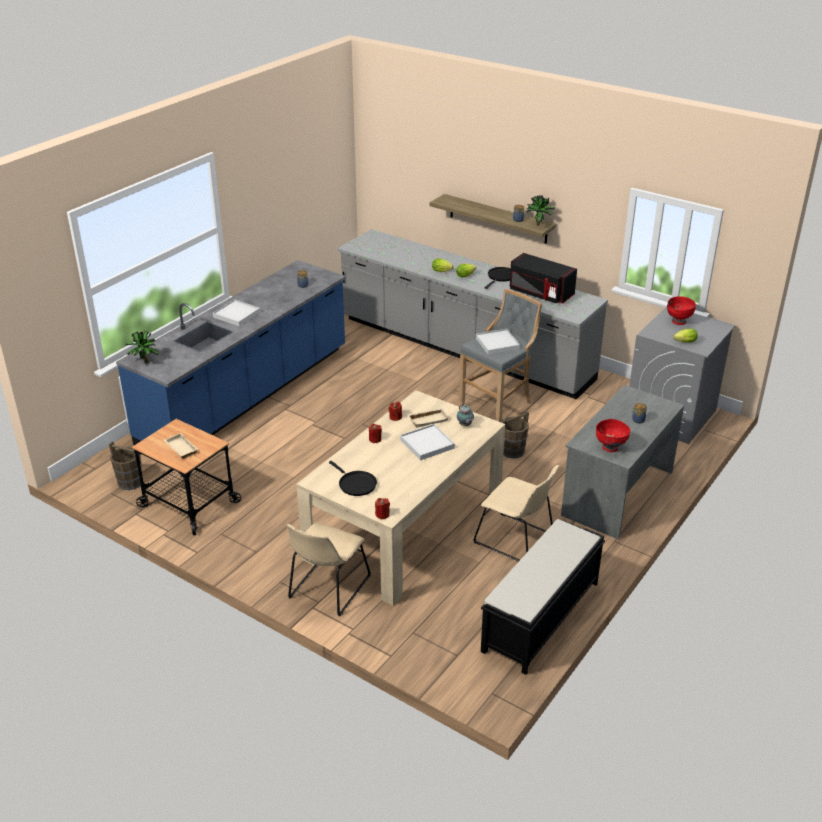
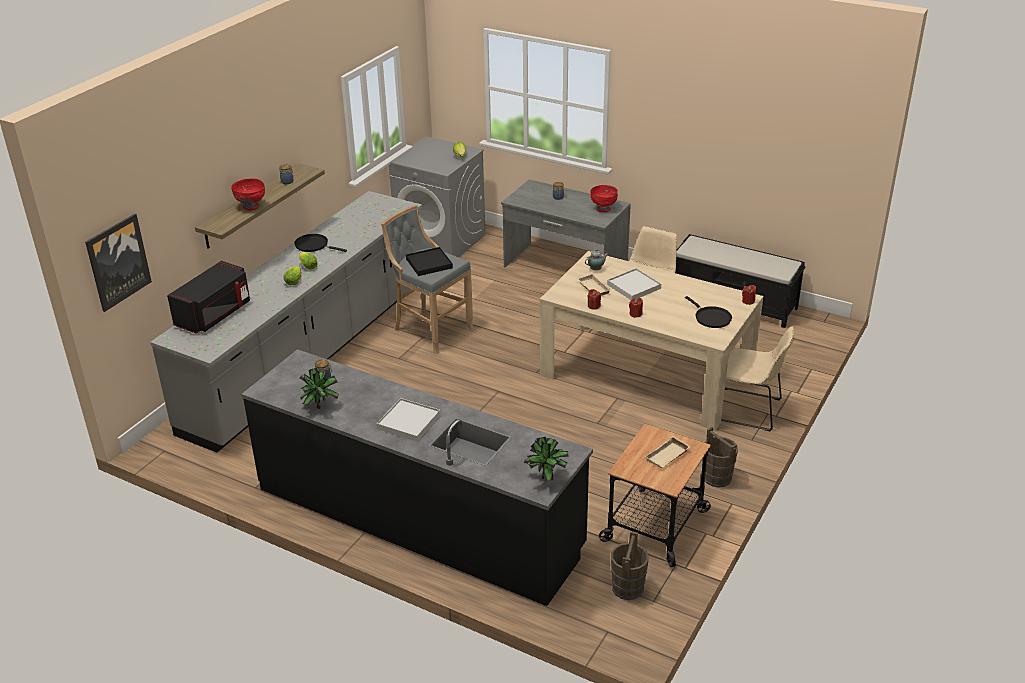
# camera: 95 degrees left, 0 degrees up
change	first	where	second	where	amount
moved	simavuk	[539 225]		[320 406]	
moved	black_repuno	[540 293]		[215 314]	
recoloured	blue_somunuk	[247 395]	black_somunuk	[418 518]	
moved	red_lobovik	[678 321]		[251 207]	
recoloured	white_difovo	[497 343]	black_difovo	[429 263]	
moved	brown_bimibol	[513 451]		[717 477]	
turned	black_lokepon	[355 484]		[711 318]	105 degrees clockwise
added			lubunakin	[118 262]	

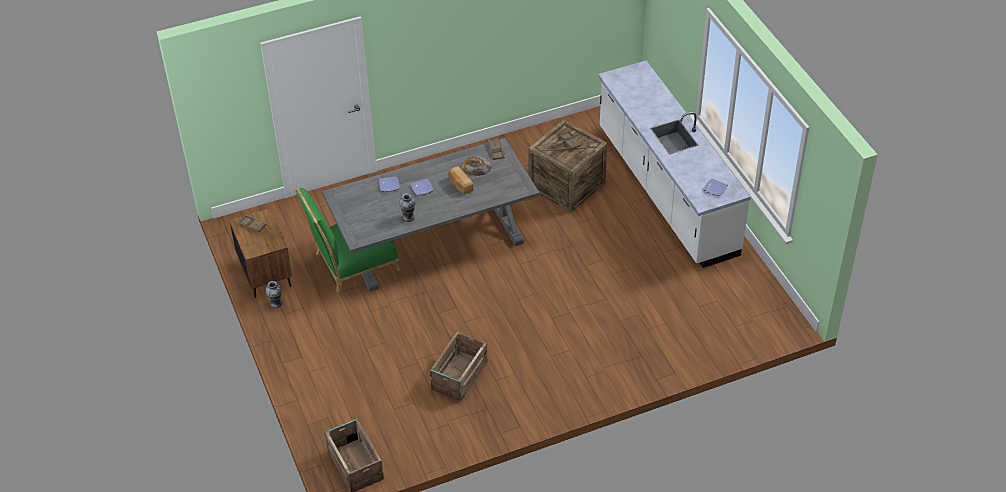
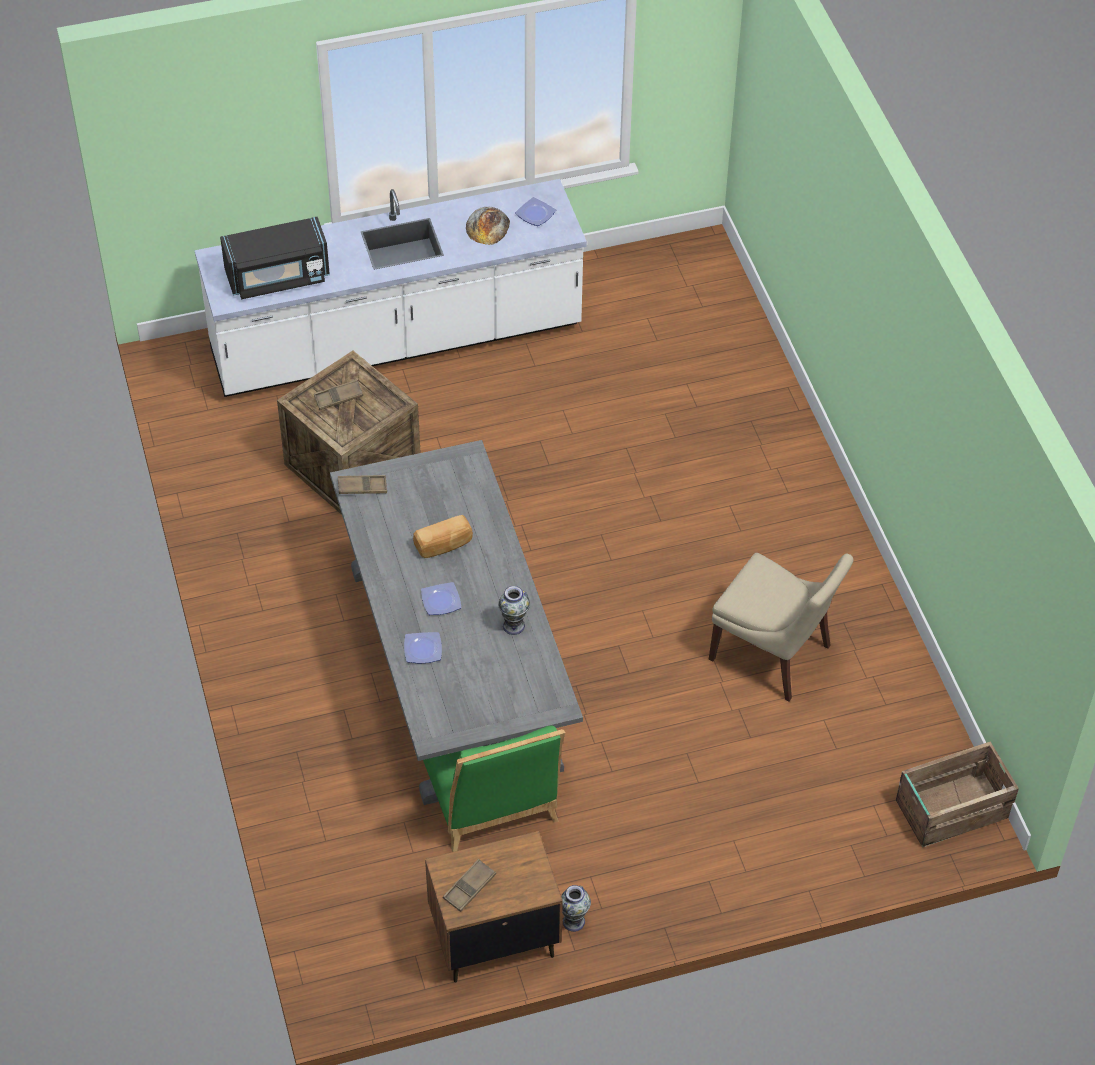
# camera: 85 degrees left, 5 degrees up
change	first	where	second	where	amount
moved	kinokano	[476 166]		[488 226]	
replaced	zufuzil	[458 376]	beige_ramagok	[773 655]	
added			black_repuno	[278 277]	

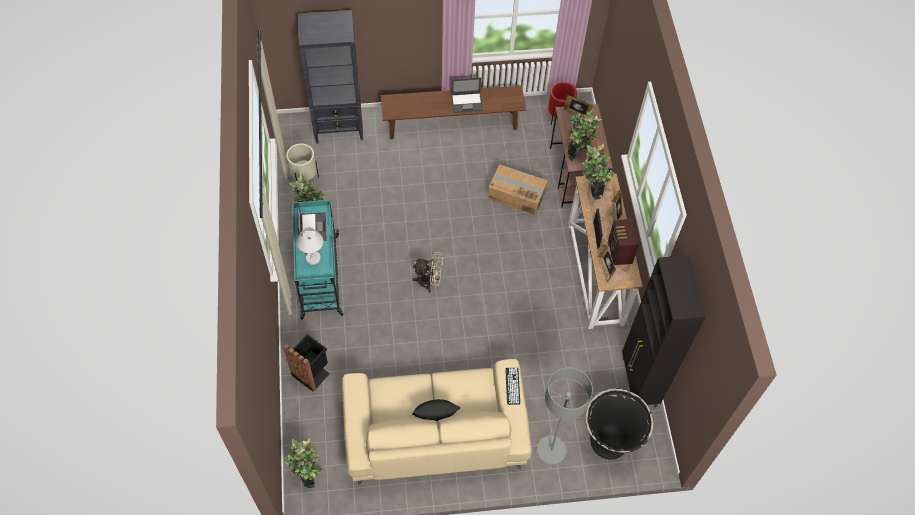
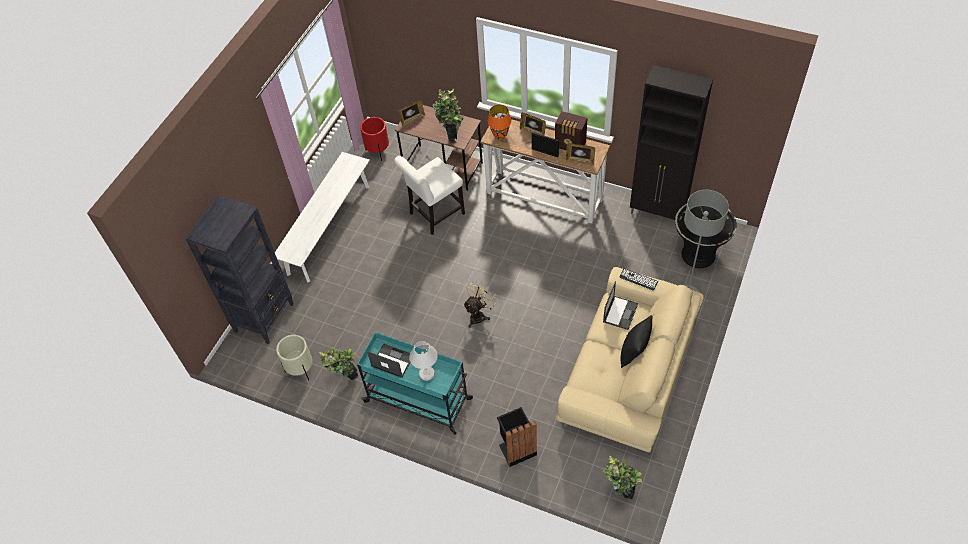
# camera: 55 degrees left, 5 degrees down
change	first	where	second	where	amount
moved	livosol	[467 102]		[620 312]	
recoloured	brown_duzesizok	[452 124]	white_duzesizok	[329 229]	
replaced	simavuk	[592 189]	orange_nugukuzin	[500 136]	
replaced	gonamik	[516 195]	white_ramagok	[434 215]	

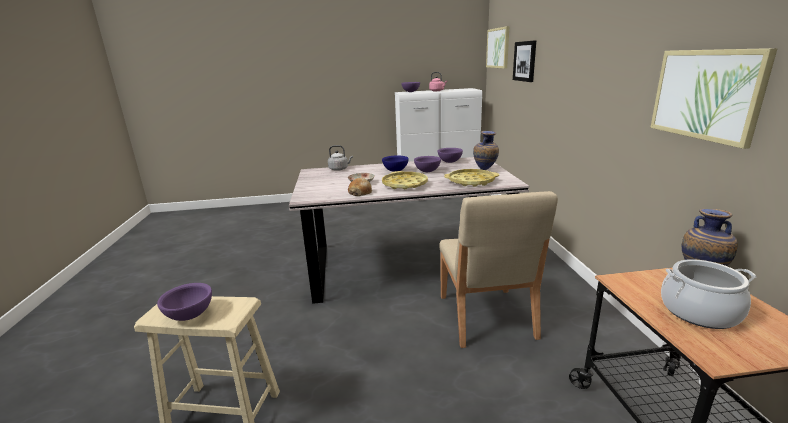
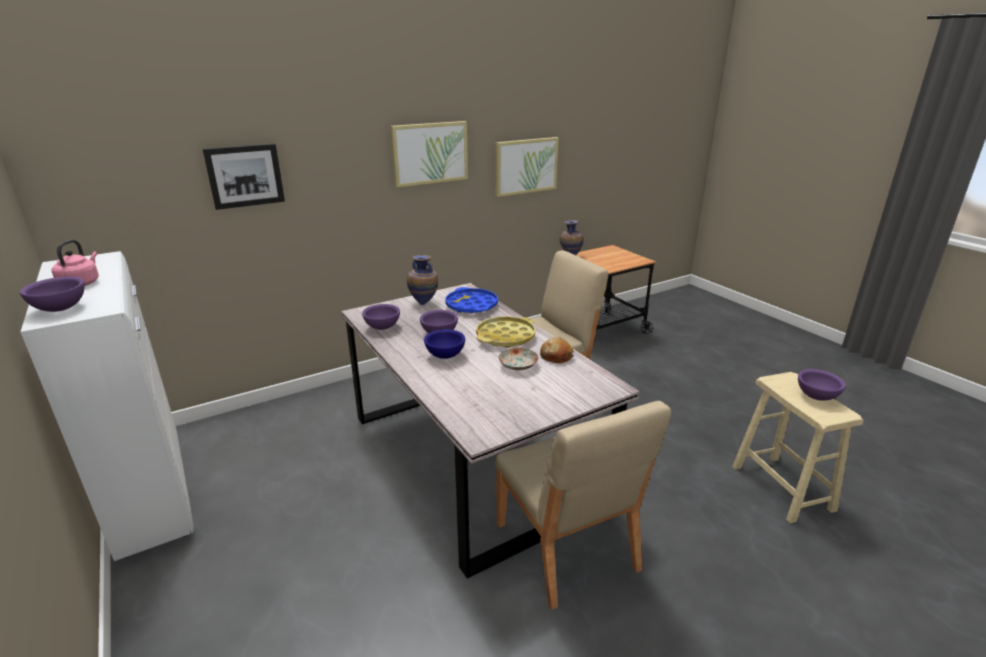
# camera: 115 degrees left, 5 degrees up
change	first	where	second	where	amount
moved	lubunakin	[498 48]		[430 153]	
removed	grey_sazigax	[339 169]			
recoloured	yellow_difovo	[471 181]	blue_difovo	[471 305]	
removed	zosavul	[699 312]			
added			beige_ramagok	[566 548]	

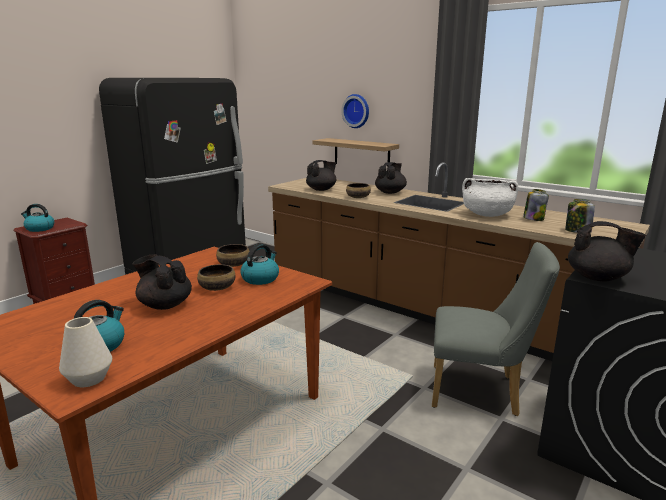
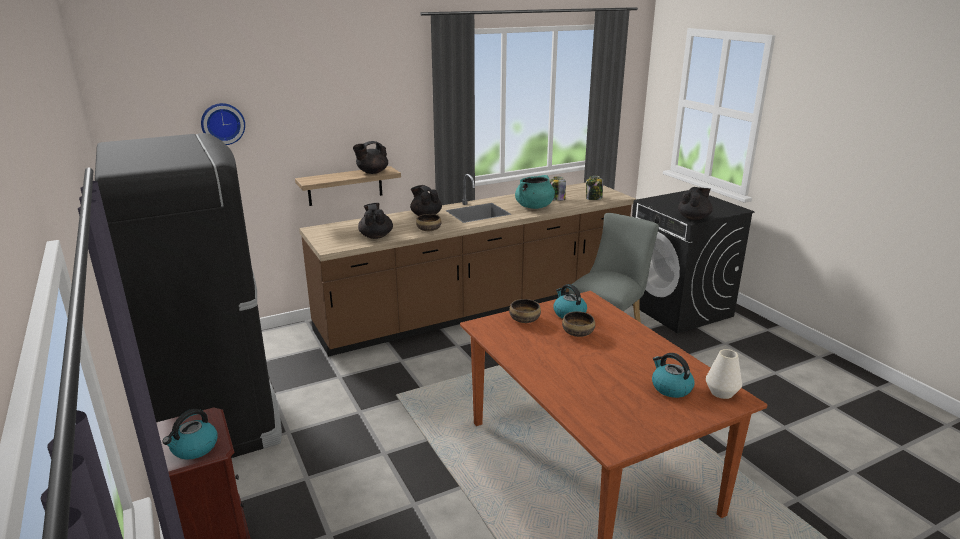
# camera: 65 degrees left, 5 degrees up
change	first	where	second	where	amount
moved	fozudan	[356 111]		[222 123]	
recoloured	white_zosavul	[487 215]	turquoise_zosavul	[534 207]	
moved	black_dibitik	[165 305]		[372 172]	

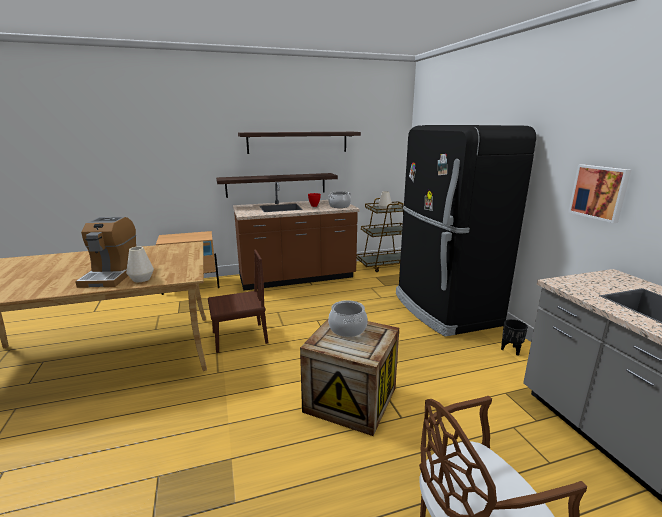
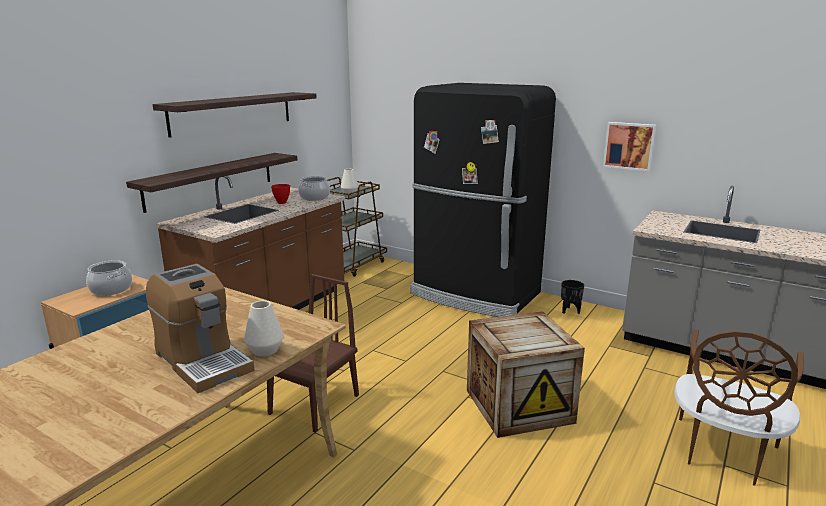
# camera: 40 degrees left, 0 degrees up
change	first	where	second	where	amount
moved	zosavul	[347 329]		[111 289]	

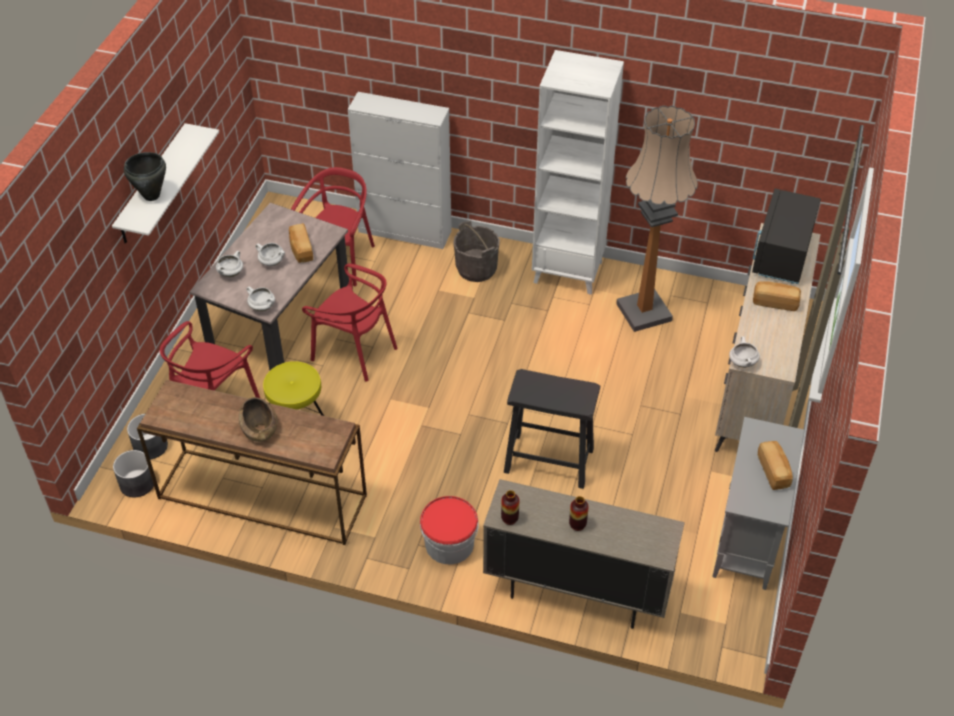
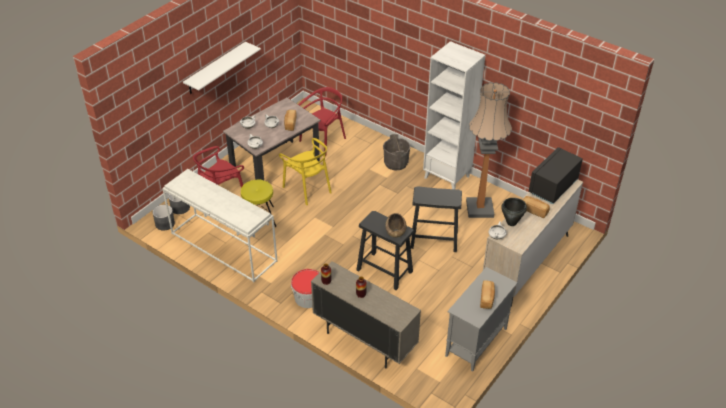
# camera: 20 degrees right, 5 degrees down
change	first	where	second	where	amount
removed	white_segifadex	[405 231]			
moved	black_zosavul	[152 196]		[511 223]	
recoloured	red_ramagok	[354 351]	yellow_ramagok	[308 189]	
recoloured	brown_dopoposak	[260 497]	white_dopoposak	[222 247]	
moved	brown_lobovik	[260 428]		[395 231]	
added			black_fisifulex	[434 240]	

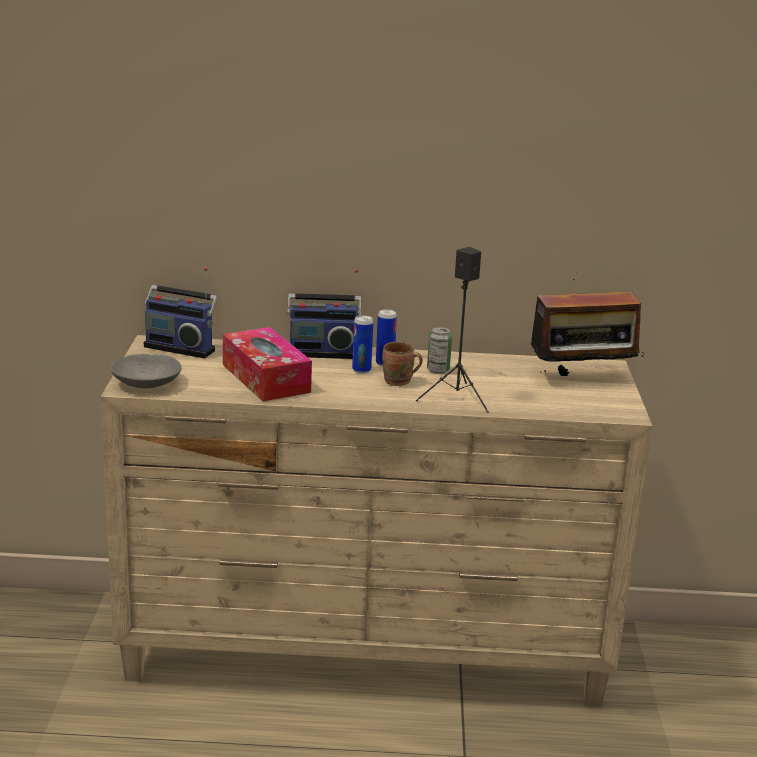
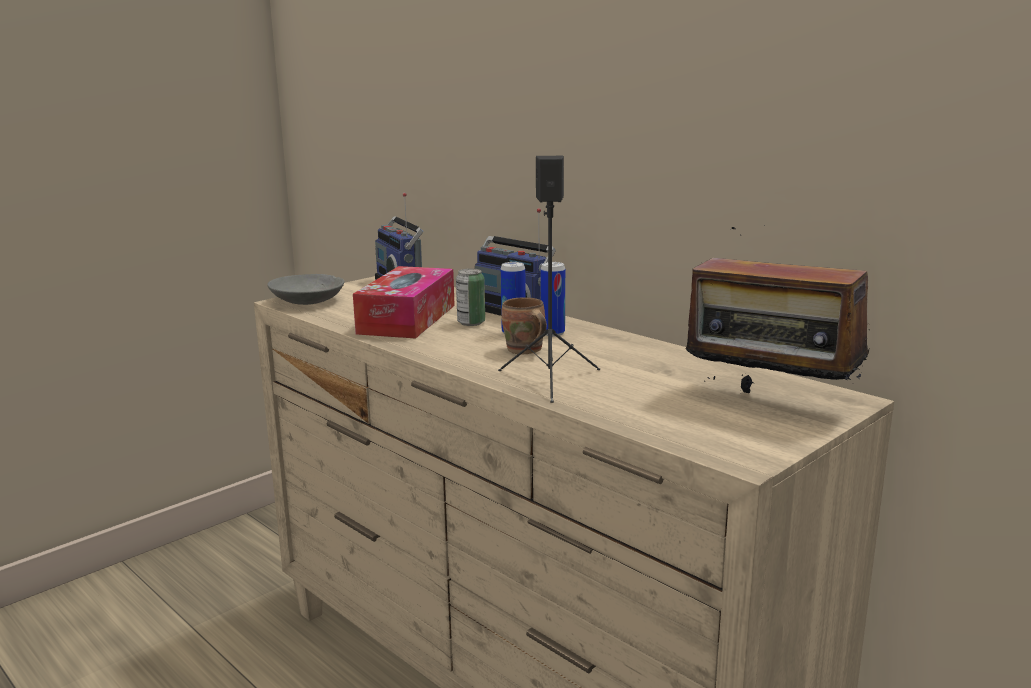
# camera: 45 degrees right, 5 degrees down
change	first	where	second	where	amount
moved	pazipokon	[438 370]		[471 323]	

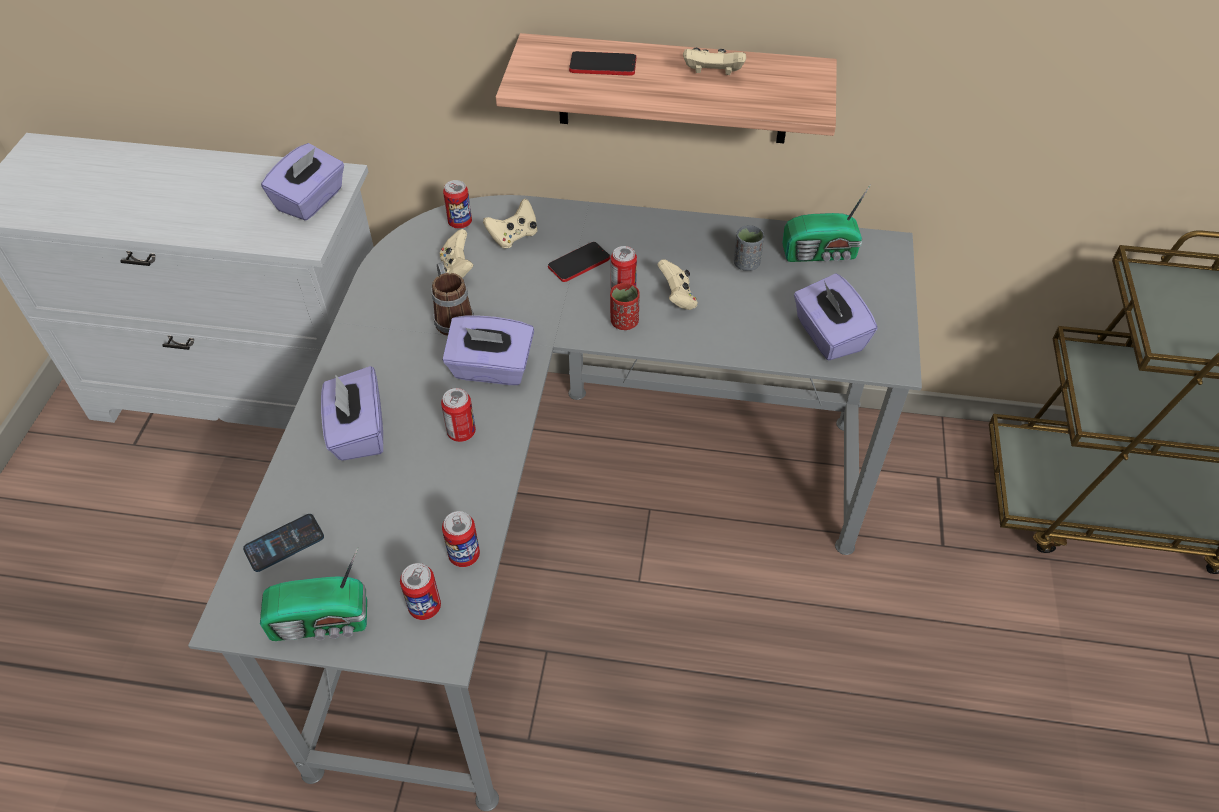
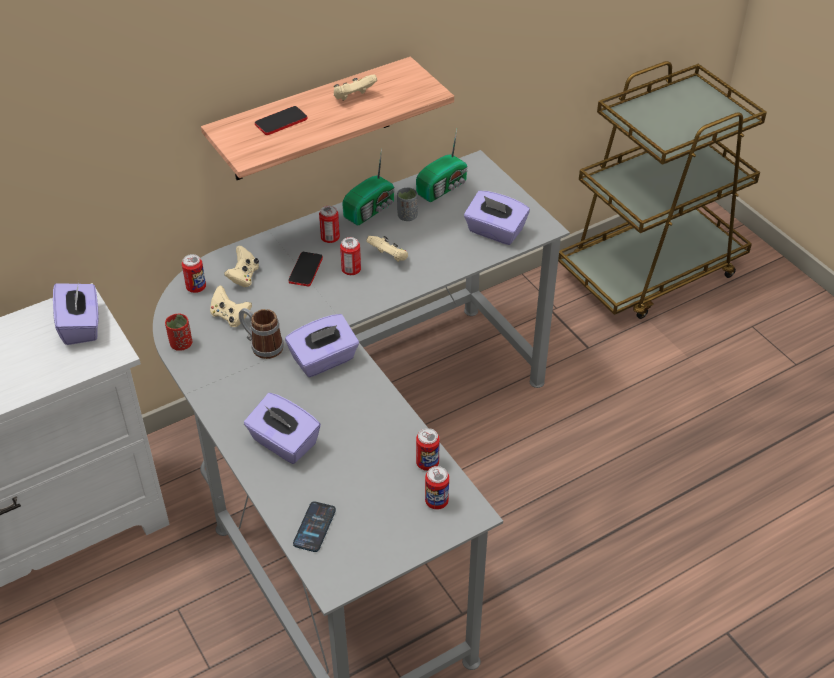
# camera: 40 degrees left, 5 degrees down
change	first	where	second	where	amount
moved	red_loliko	[624 322]		[181 344]	
moved	pazipokon	[461 432]		[330 238]	
moved	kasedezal	[323 622]		[371 210]	

